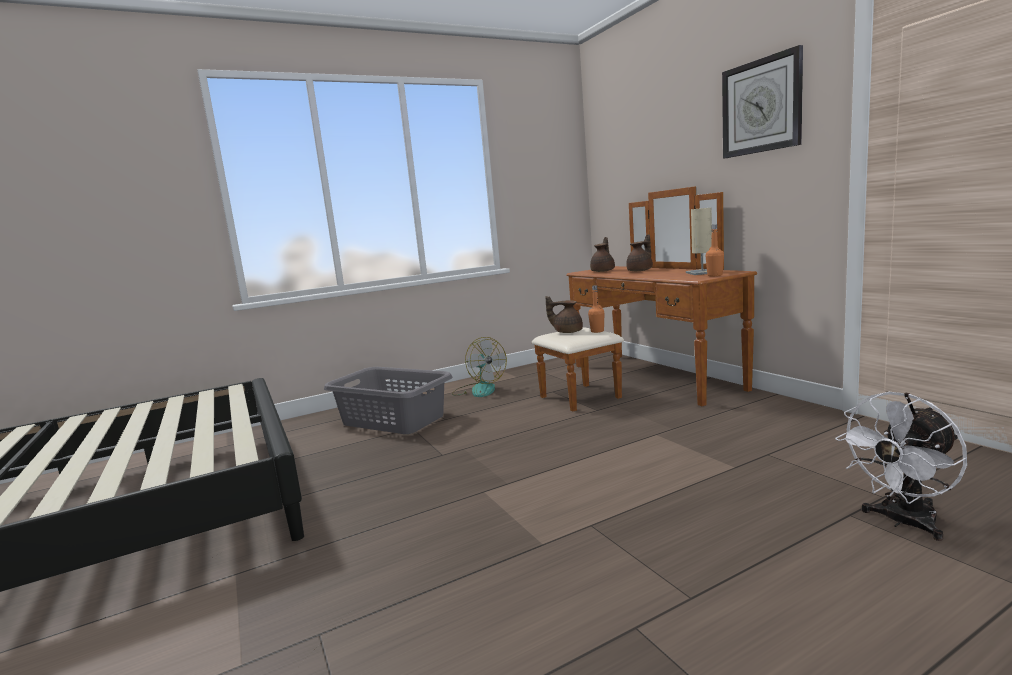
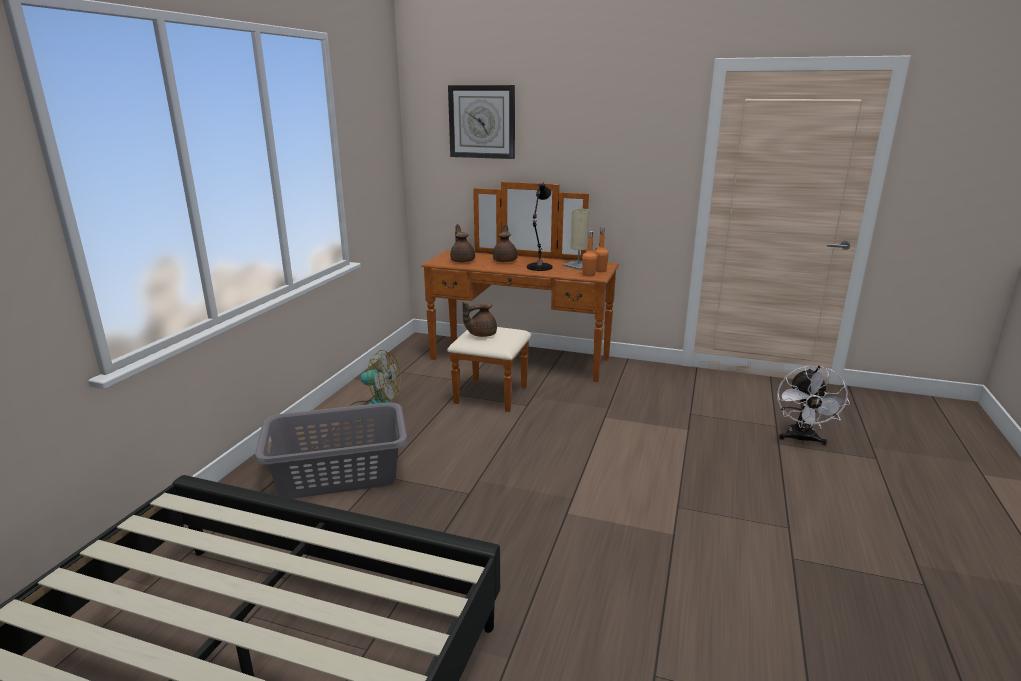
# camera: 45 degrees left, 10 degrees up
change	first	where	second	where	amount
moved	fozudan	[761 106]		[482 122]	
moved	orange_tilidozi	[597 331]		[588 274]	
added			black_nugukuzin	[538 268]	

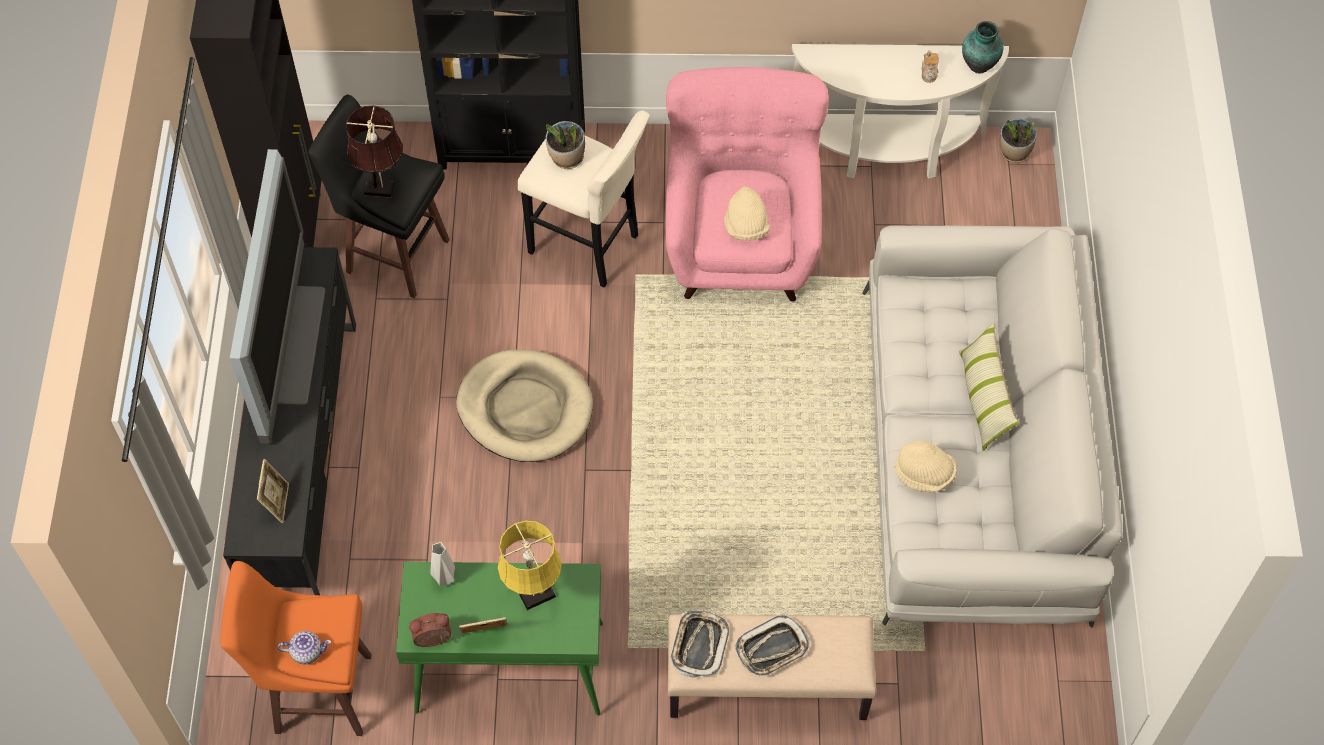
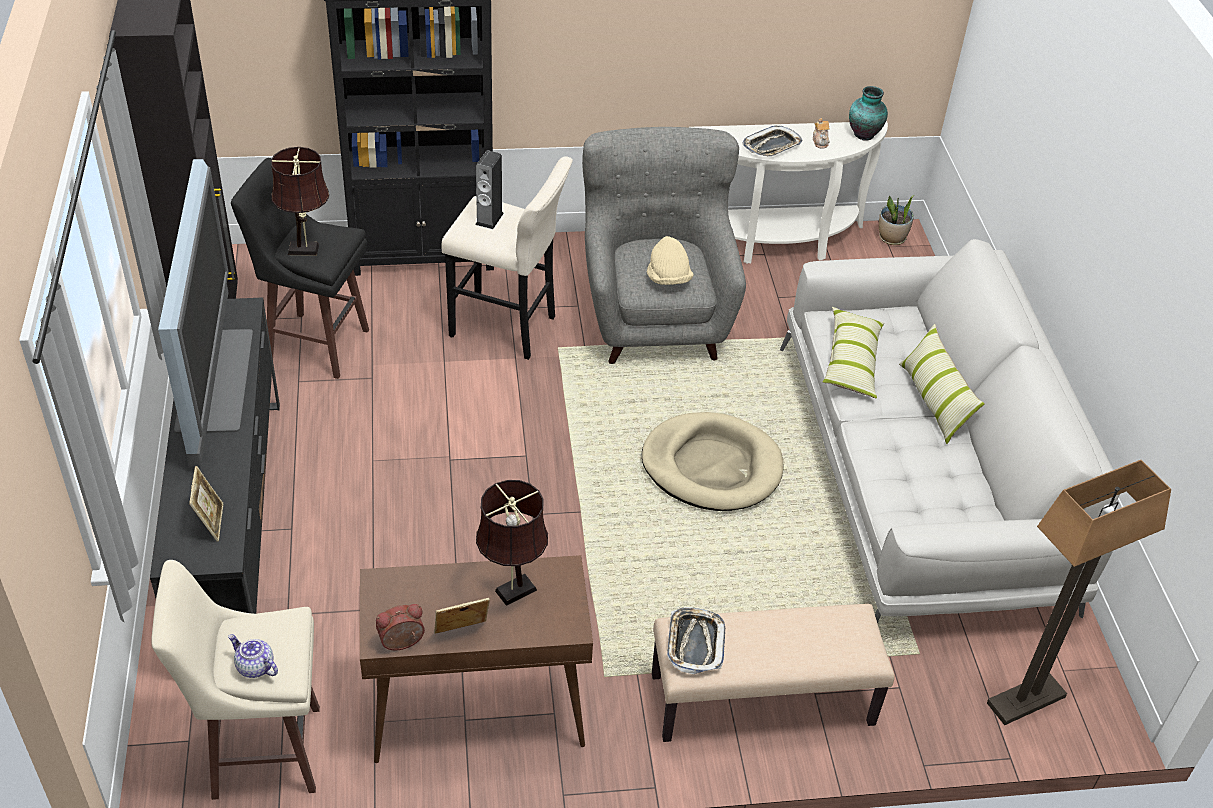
# camera: 10 degrees left, 15 degrees down
change	first	where	second	where	amount
recoloured	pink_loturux	[740 242]	grey_loturux	[654 317]	
replaced	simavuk	[567 158]	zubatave	[489 219]	
moved	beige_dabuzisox	[525 408]		[711 466]	
removed	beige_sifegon	[924 474]			
recoloured	yellow_nugukuzin	[534 597]	brown_nugukuzin	[512 592]	
removed	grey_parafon	[445 577]			
recoloured	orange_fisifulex	[319 692]	beige_fisifulex	[262 751]	
recoloured	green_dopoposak	[508 668]	brown_dopoposak	[476 708]	
moved	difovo	[772 649]		[772 146]	
turned	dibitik	[307 651]		[254 667]	135 degrees counterclockwise
added			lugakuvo	[851 362]	
added			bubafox	[1026 699]	

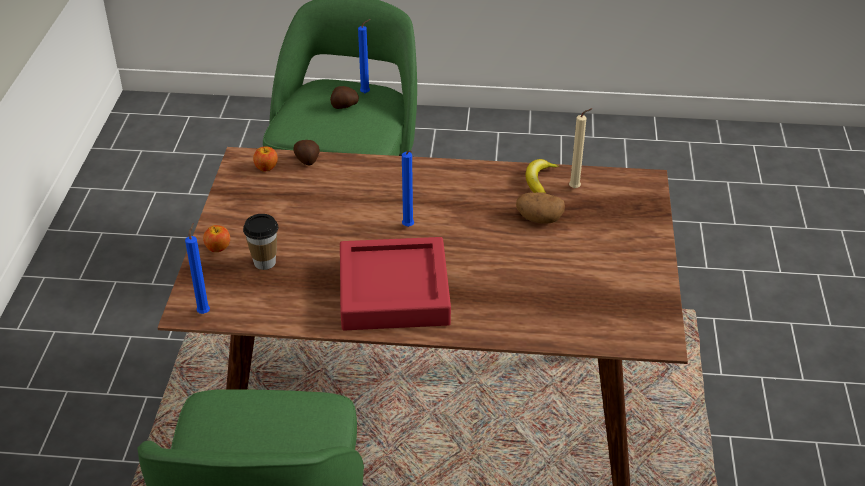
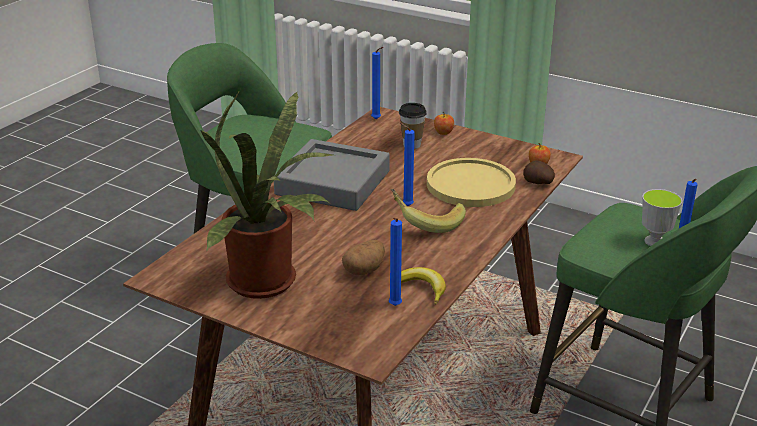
# camera: 115 degrees right, 10 degrees down
change	first	where	second	where	amount
replaced	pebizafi	[344 106]	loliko	[654 241]	
recoloured	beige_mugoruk	[576 188]	blue_mugoruk	[394 307]	
recoloured	red_difovo	[394 292]	grey_difovo	[333 183]	
added			simavuk	[268 283]	
added			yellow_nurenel	[470 185]	
added			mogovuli	[427 222]	

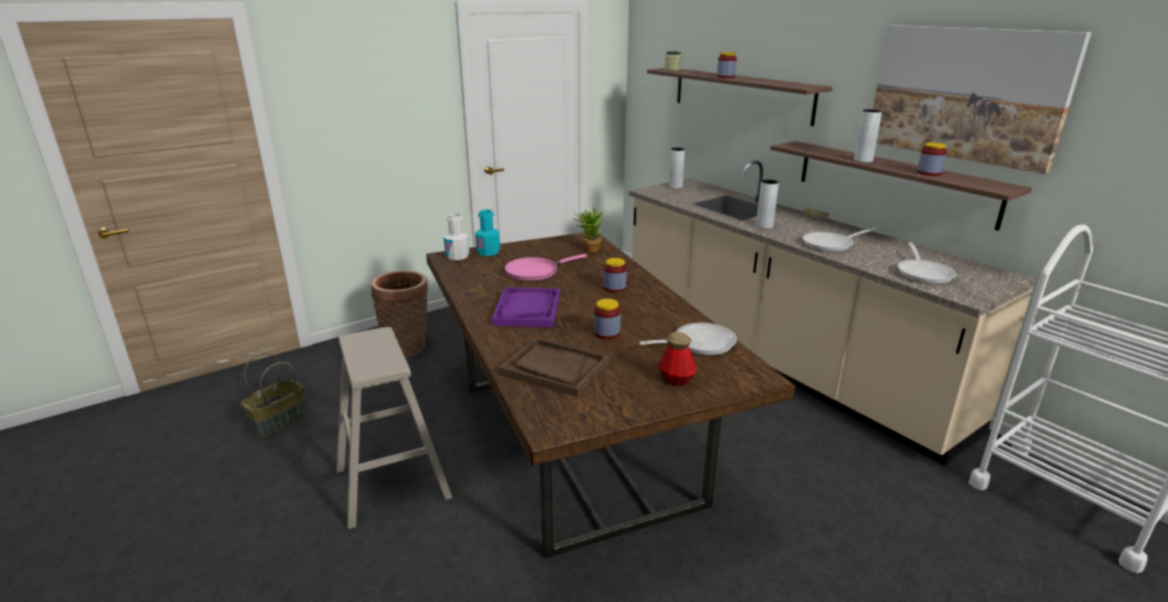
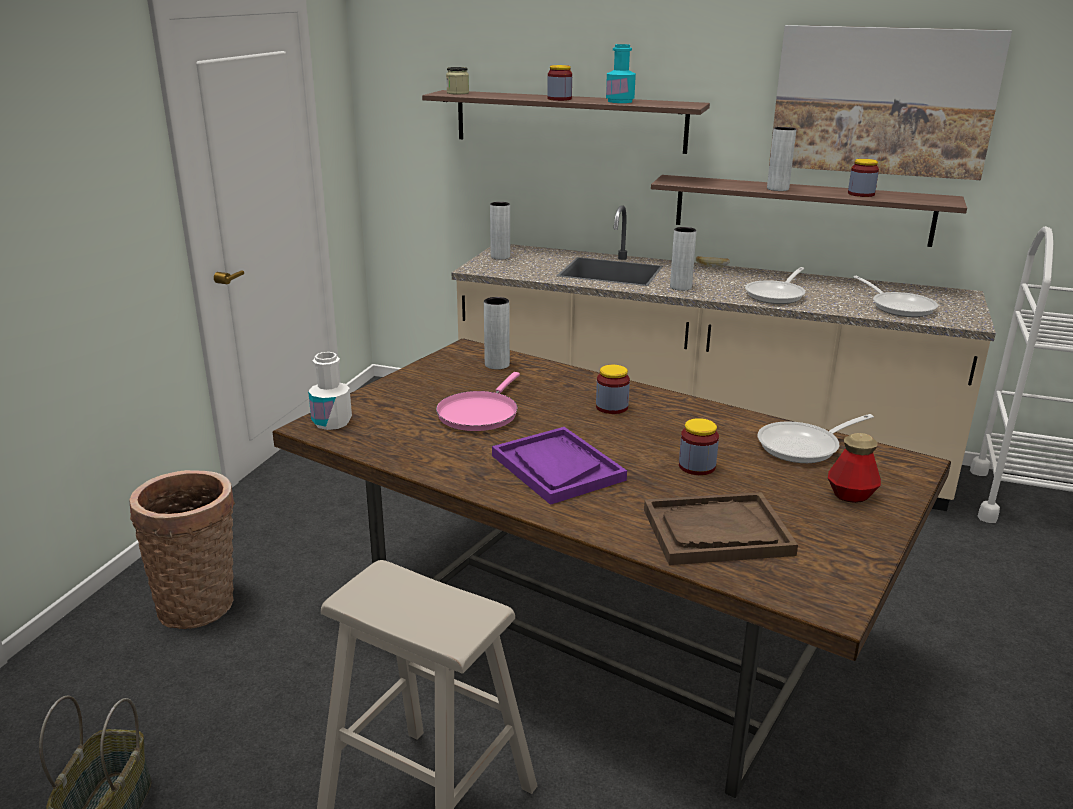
# camera: 35 degrees left, 0 degrees up
change	first	where	second	where	amount
replaced	simavuk	[588 249]	grey_parafon	[497 365]	
moved	turquoise_tilidozi	[488 252]		[620 101]	
turned	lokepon	[698 344]		[804 446]	150 degrees counterclockwise

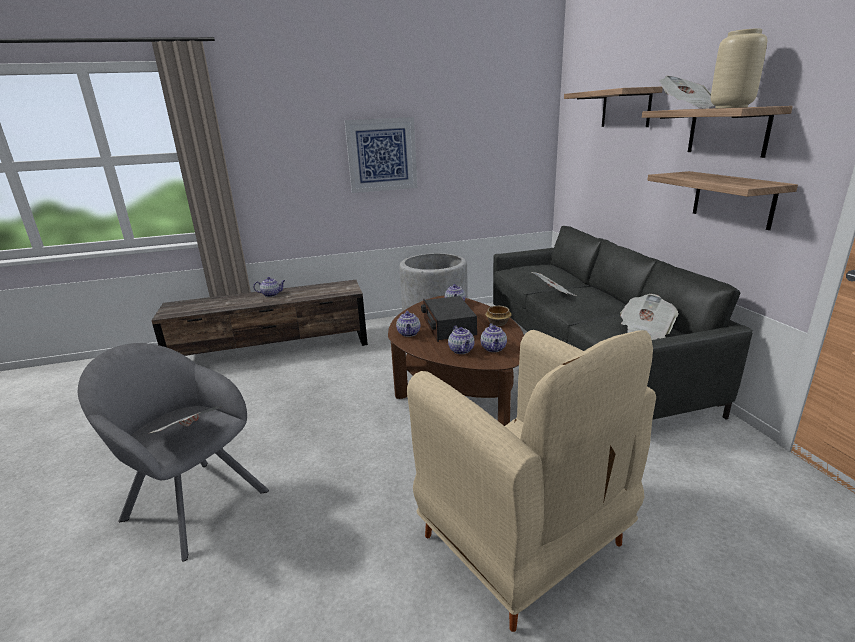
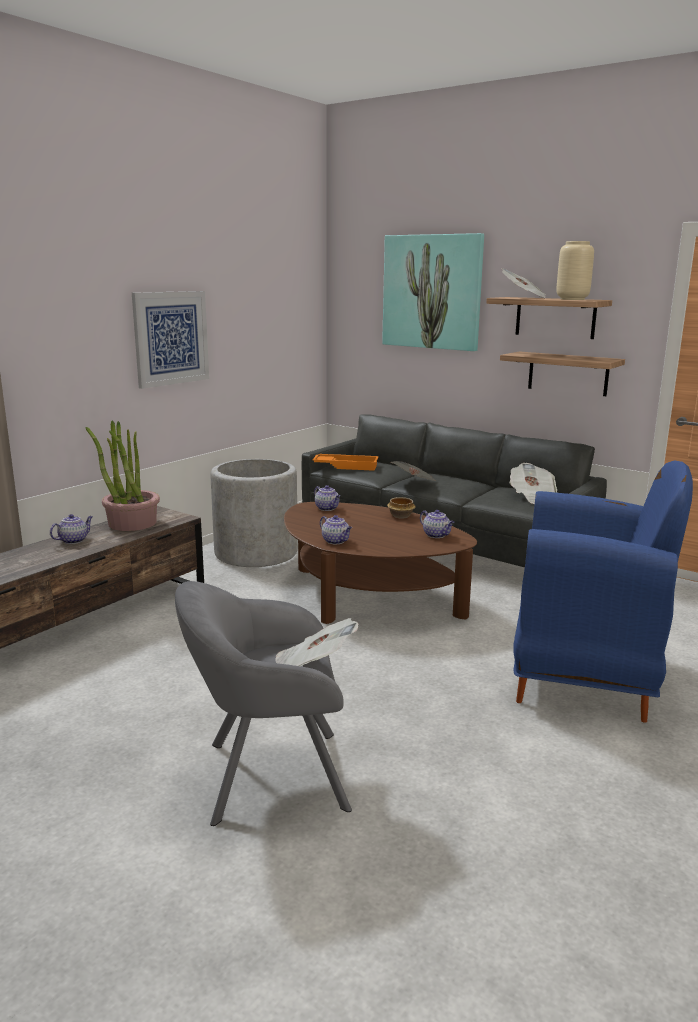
# camera: 40 degrees left, 5 degrees down
change	first	where	second	where	amount
replaced	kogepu	[625 108]	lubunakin	[432 292]	
removed	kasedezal	[448 327]			
removed	dibitik	[462 350]			
recoloured	beige_loturux	[524 543]	blue_loturux	[584 678]	
added			simavuk	[132 523]	
added			orange_difovo	[346 466]	

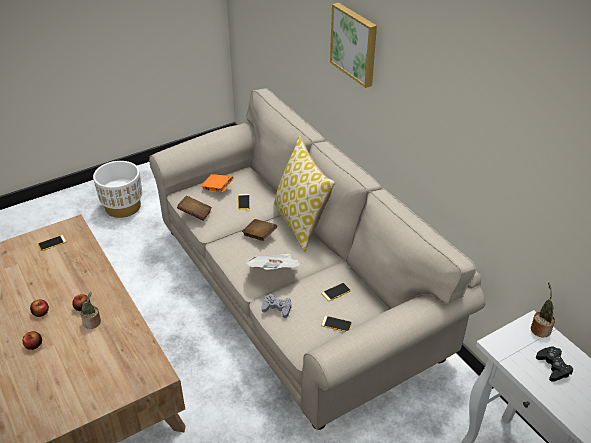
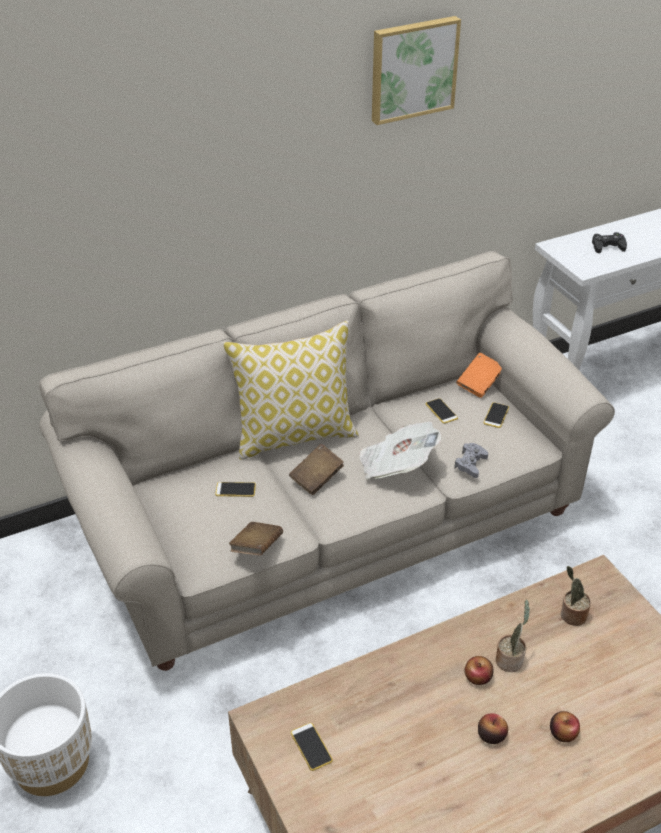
# camera: 85 degrees left, 0 degrees up
change	first	where	second	where	amount
moved	lubunakin	[355 44]		[412 69]	
moved	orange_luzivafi	[217 189]		[479 384]	
moved	simavuk	[540 328]		[571 615]	

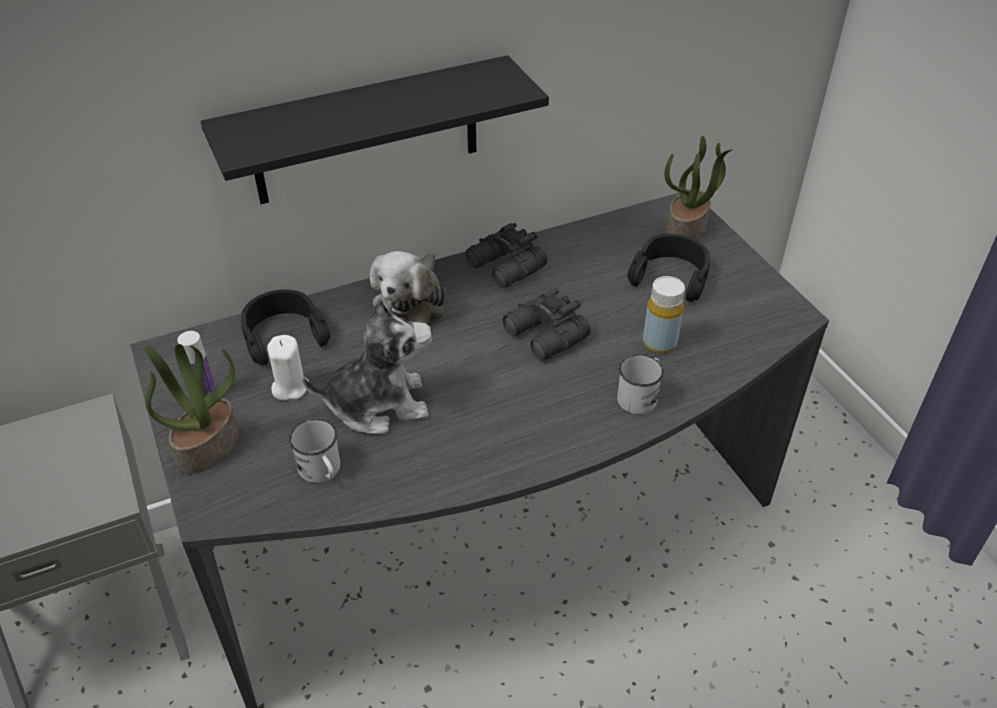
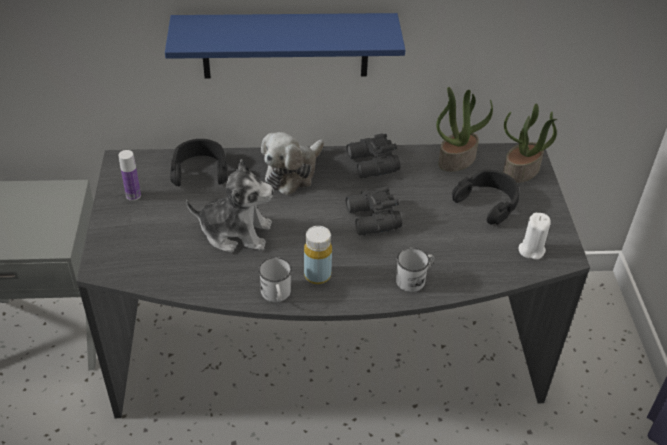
# camera: 20 degrees right, 0 degrees up
change	first	where	second	where	amount
recoloured	black_kogepu	[366 132]	blue_kogepu	[285 45]	
moved	yellow_tilidozi	[659 343]		[317 275]	
moved	white_mugoruk	[290 387]		[531 250]	
moved	simavuk	[208 446]		[456 159]	
moved	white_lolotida	[322 472]		[276 295]	

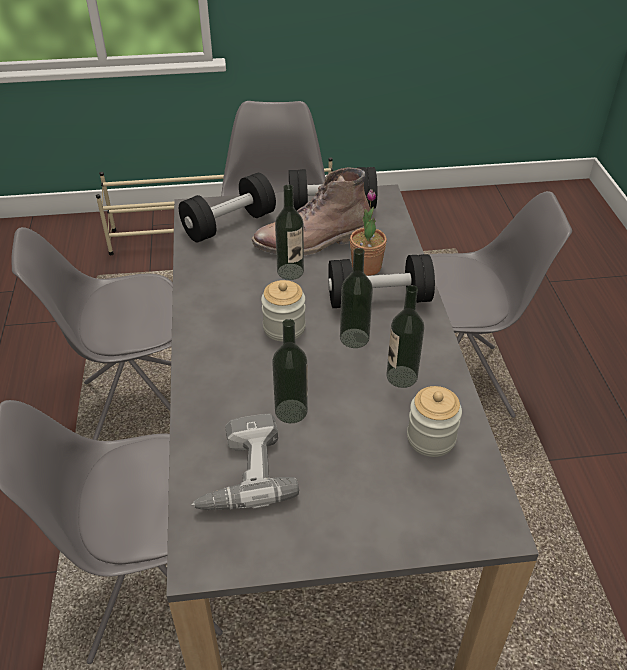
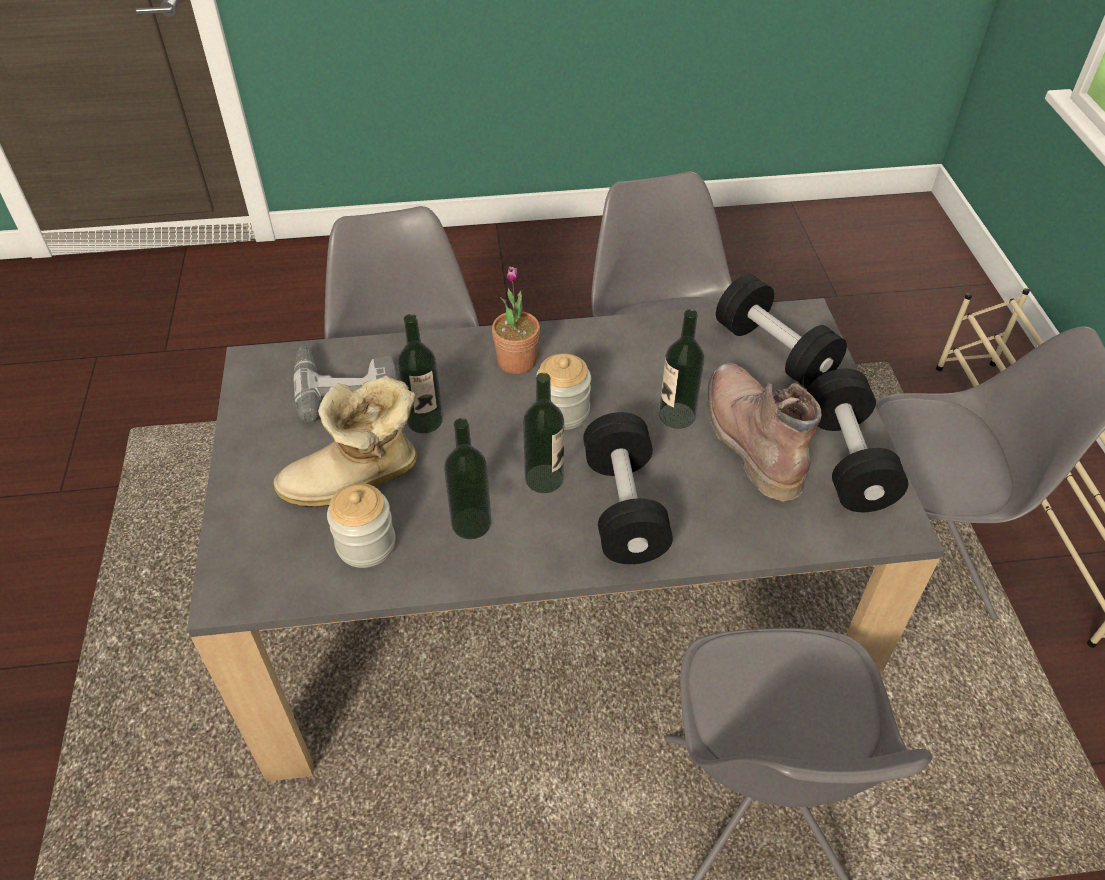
# camera: 90 degrees right, 5 degrees up
change	first	where	second	where	amount
moved	simavuk	[366 267]		[517 361]	
added			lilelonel	[355 481]	

